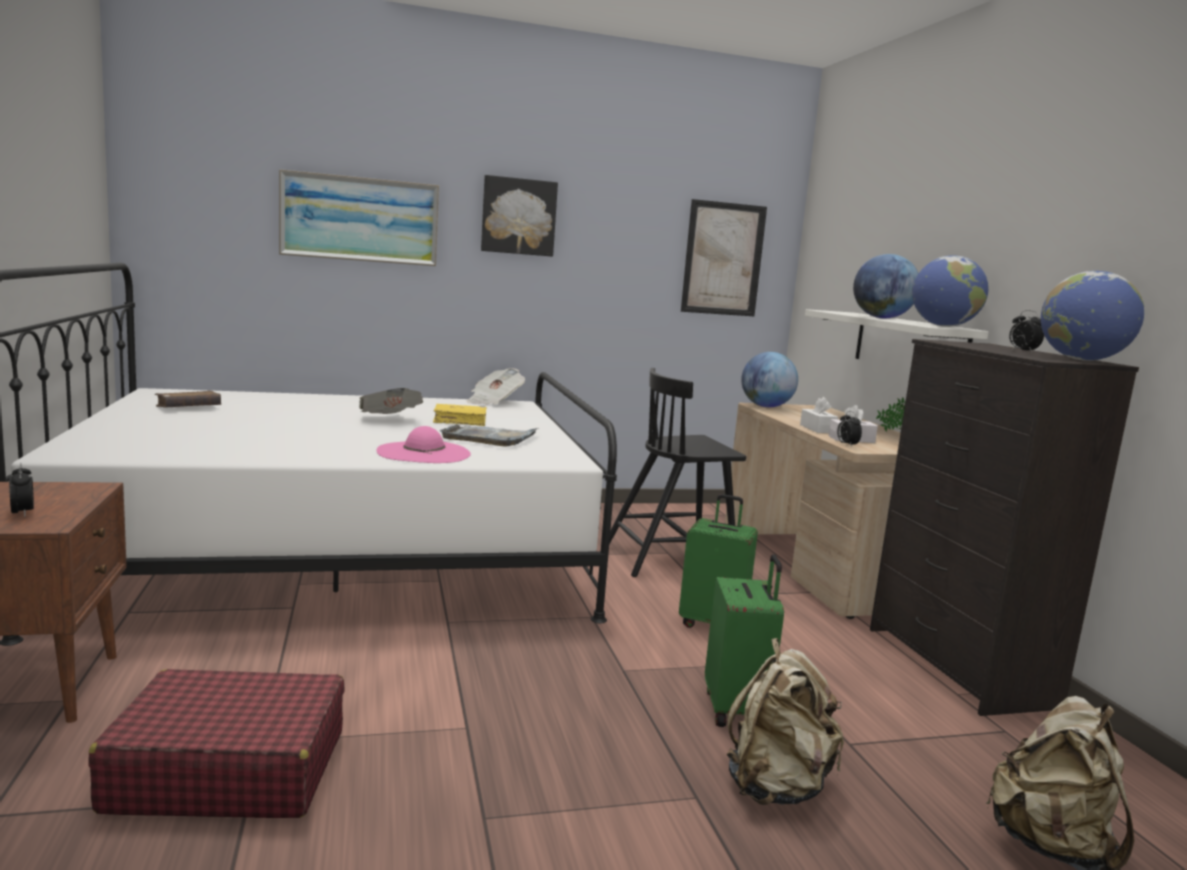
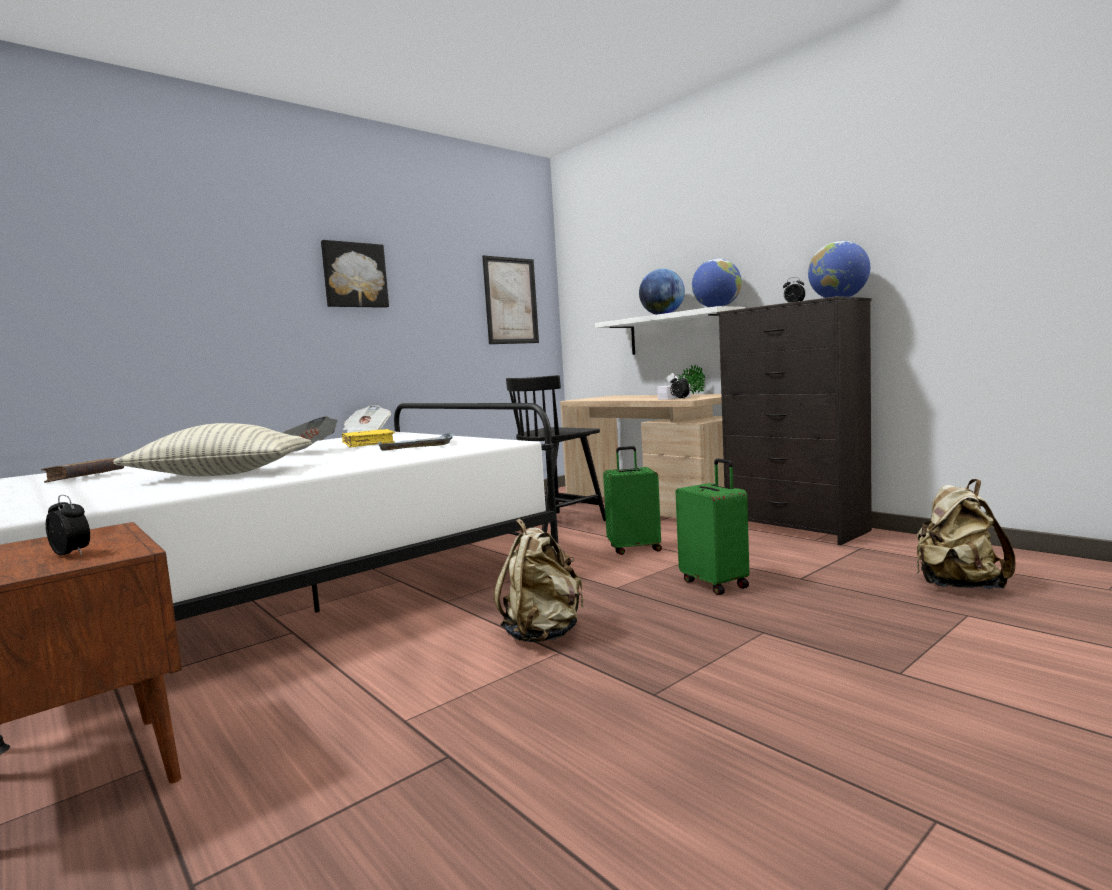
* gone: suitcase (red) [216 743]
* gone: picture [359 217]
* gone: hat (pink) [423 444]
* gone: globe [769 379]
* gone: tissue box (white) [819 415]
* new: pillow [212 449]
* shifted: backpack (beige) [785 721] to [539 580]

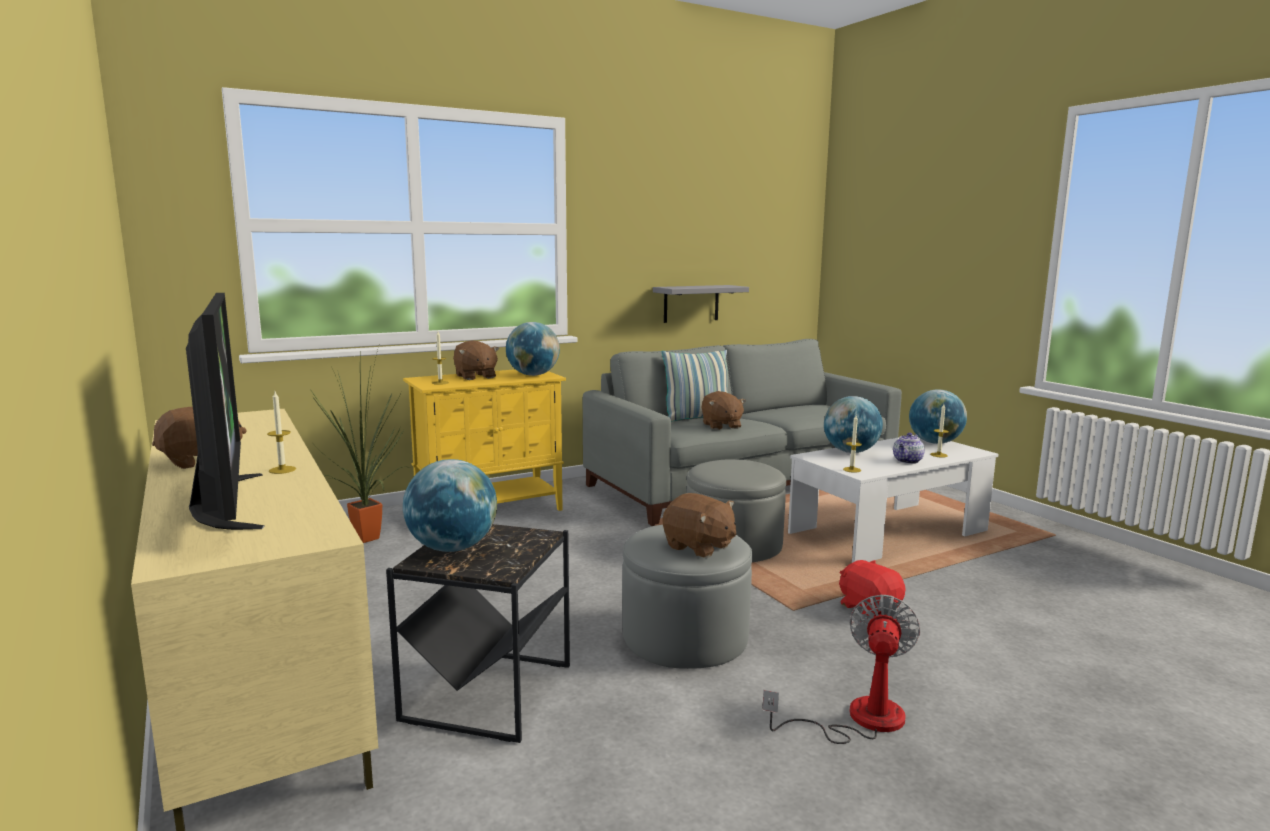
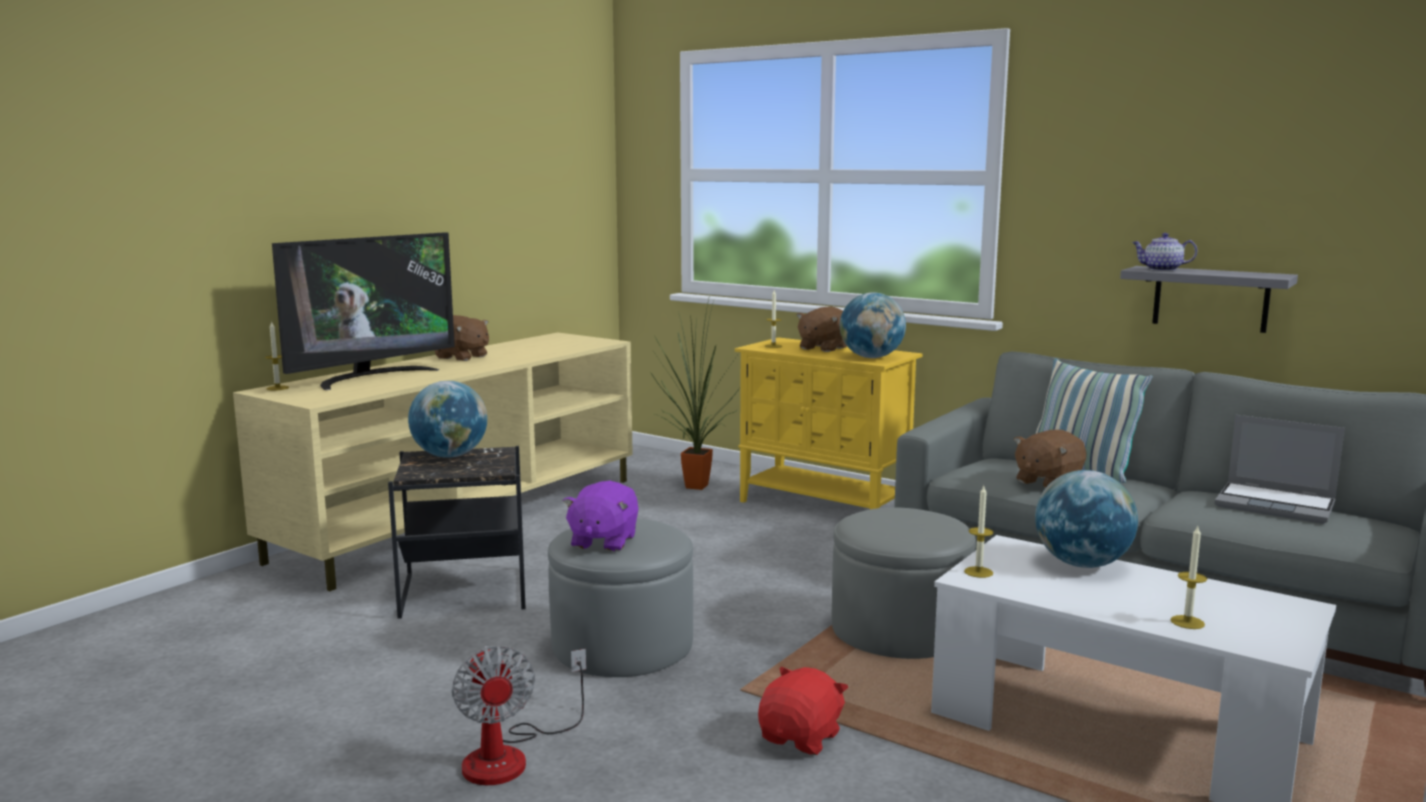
* gone: globe [938 417]
* new: laptop [1280 469]
* shifted: candle [281 433] to [277 356]
* shifted: teapot [909 448] to [1164 252]
* repainted: plush toy (brown) [699 525] to plush toy (purple) [601 516]
* rotated: fan [841 669] = [519 715] 75 degrees clockwise

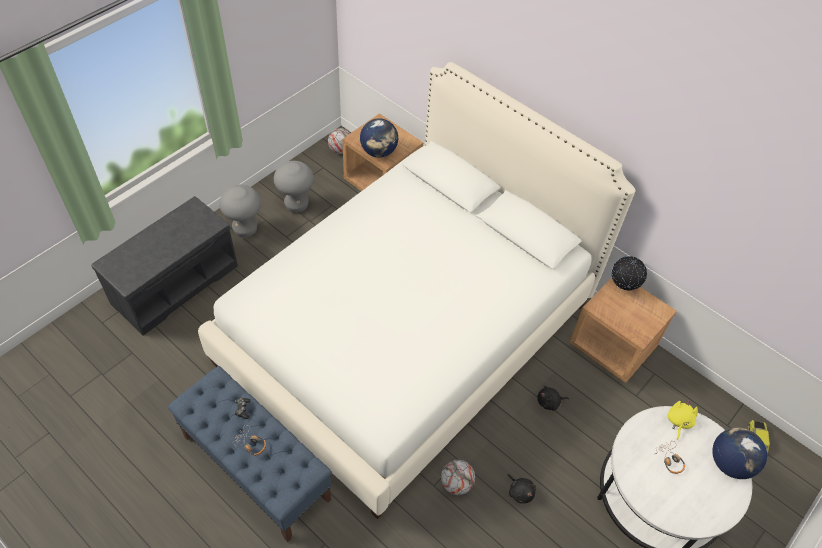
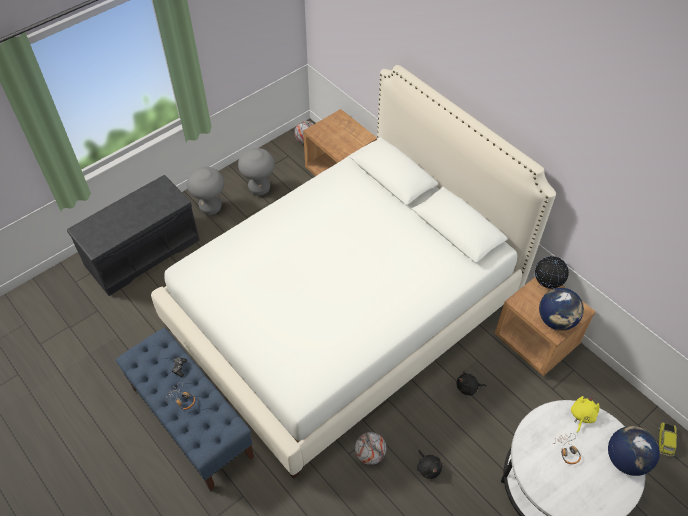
* shifted: globe [379 138] to [561 309]

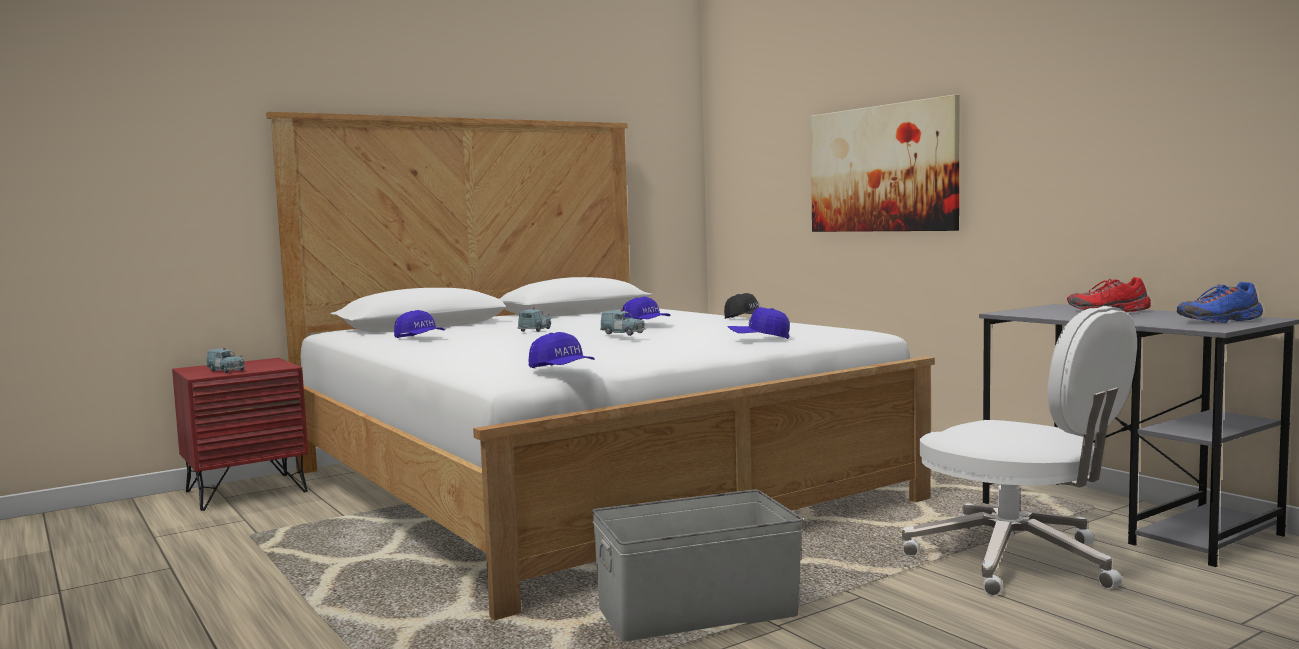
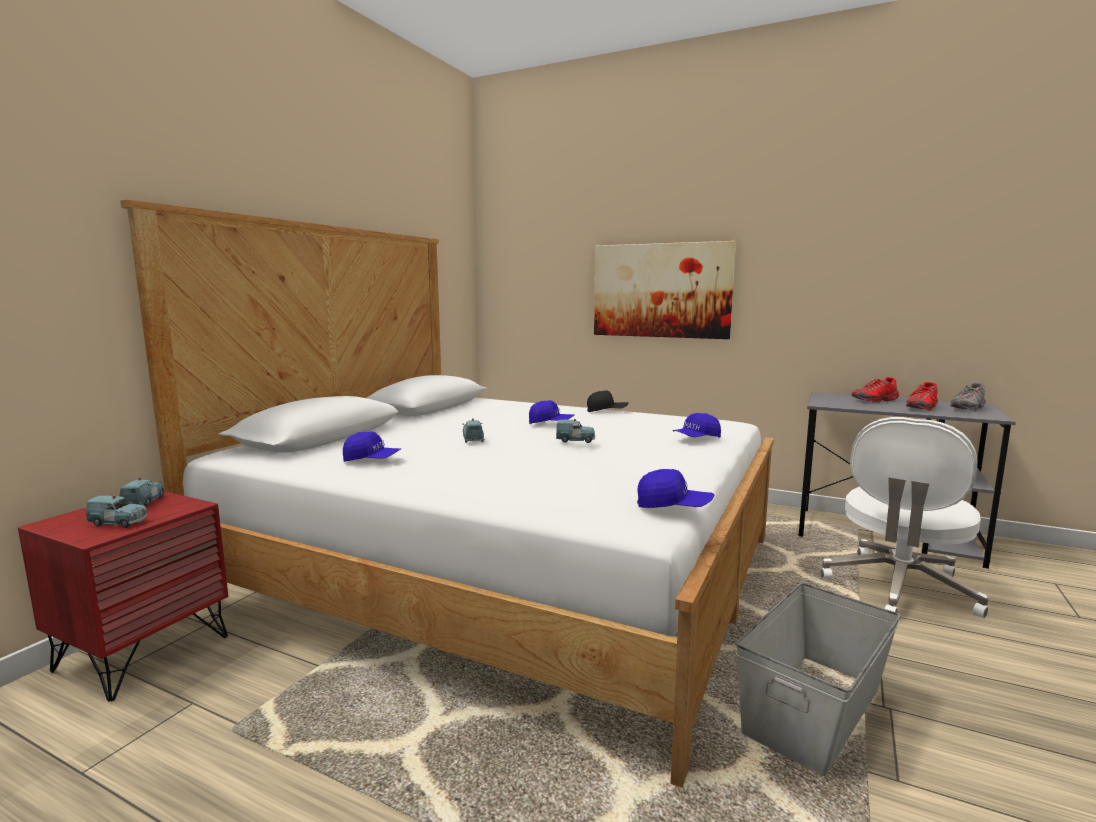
* new: toy car (blue) [141 492]
* new: shoe (red) [922 396]
* repainted: shoe (blue) [1220 302] to shoe (grey) [968 396]
* rotated: office chair (white) [1019 451] = [904 517] 105 degrees clockwise

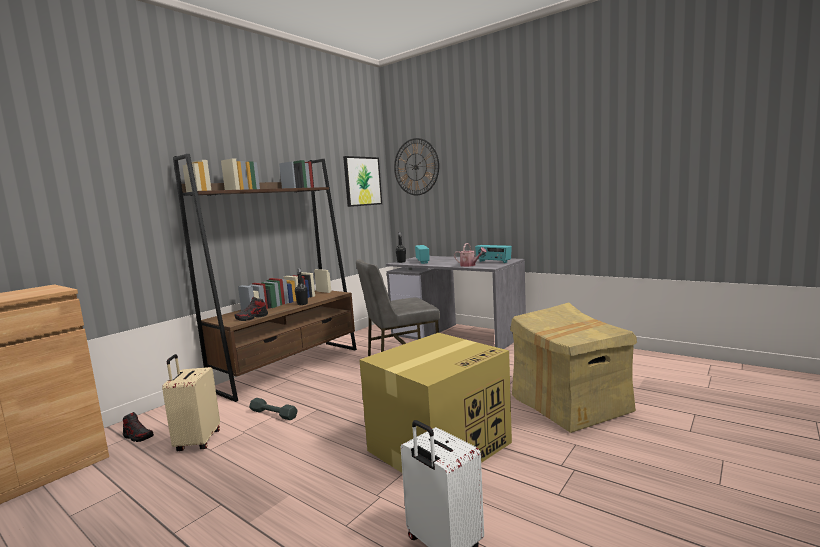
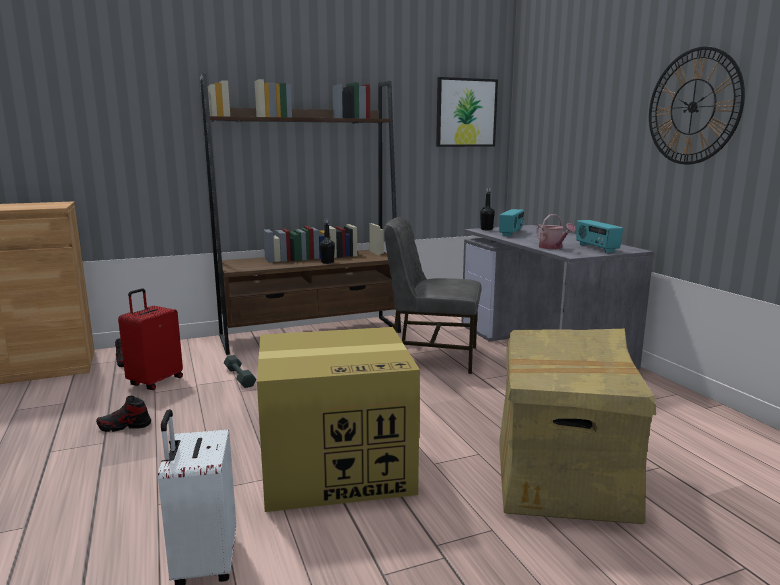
* shifted: shoe [251 309] to [123 413]
* shifted: wall clock [416 166] to [697 105]
* repainted: suitcase (beige) [191 402] to suitcase (red) [150 339]

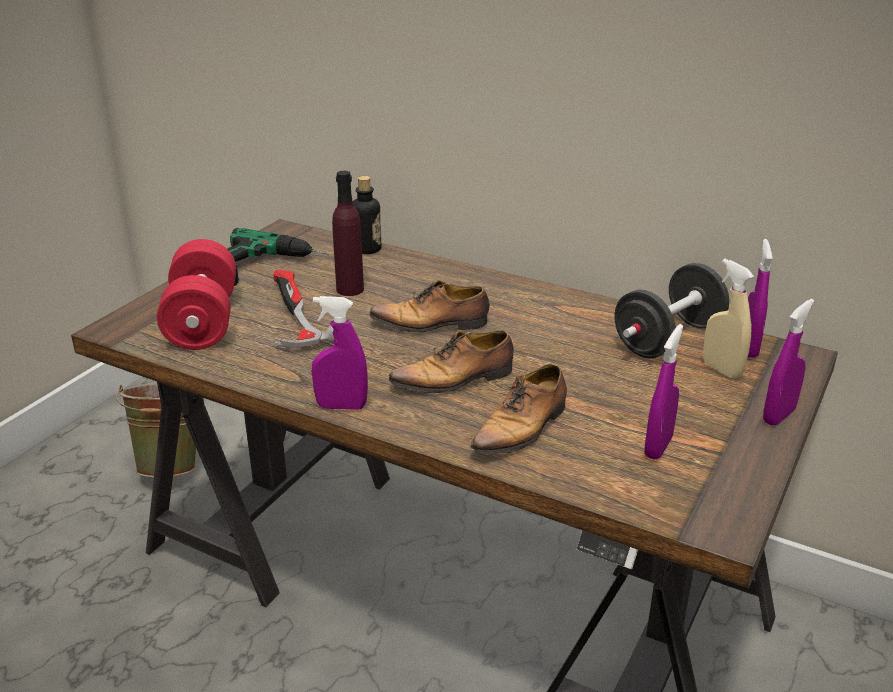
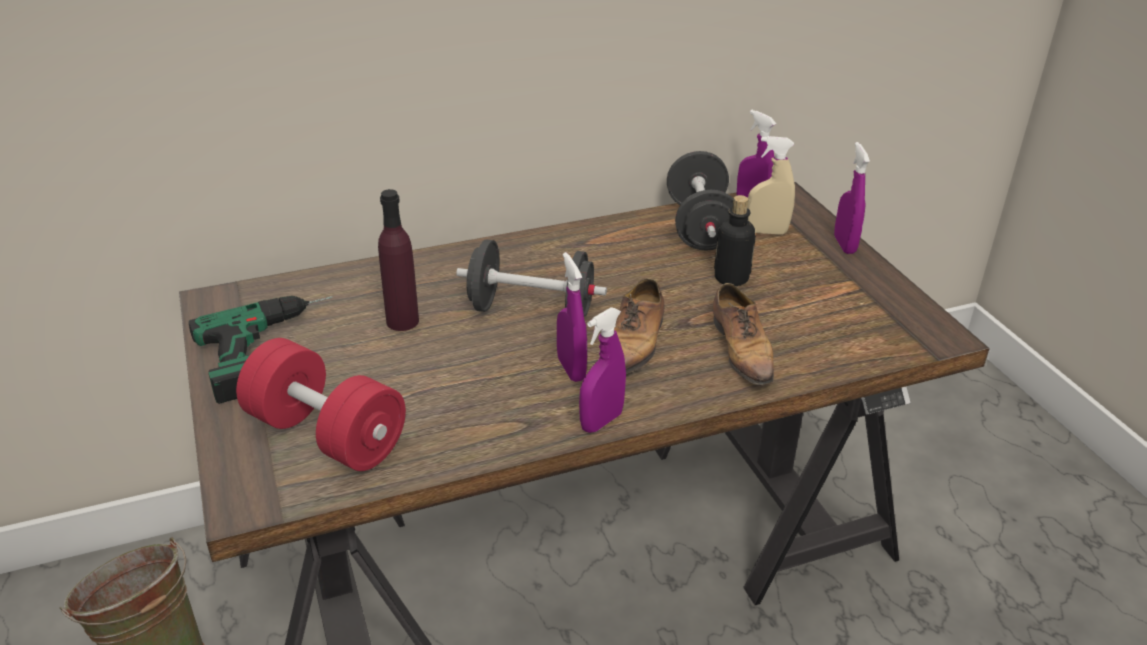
* gone: hammer [303 309]
* shifted: bottle [367 215] to [735 240]
* shifted: spray bottle (purple) [664 392] to [572 317]
* swapped: shoe [429 306] to dumbbell (black) [531 278]

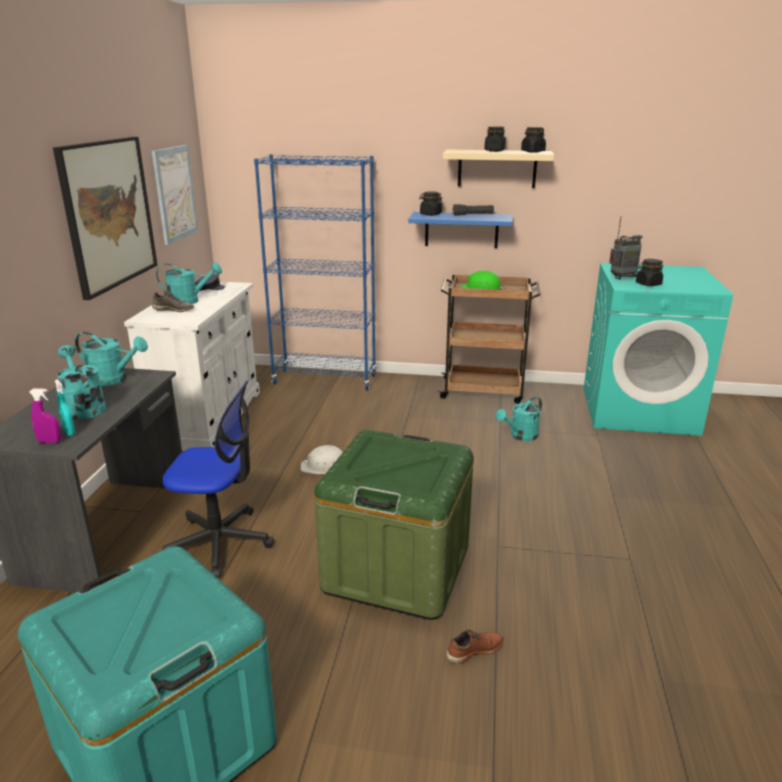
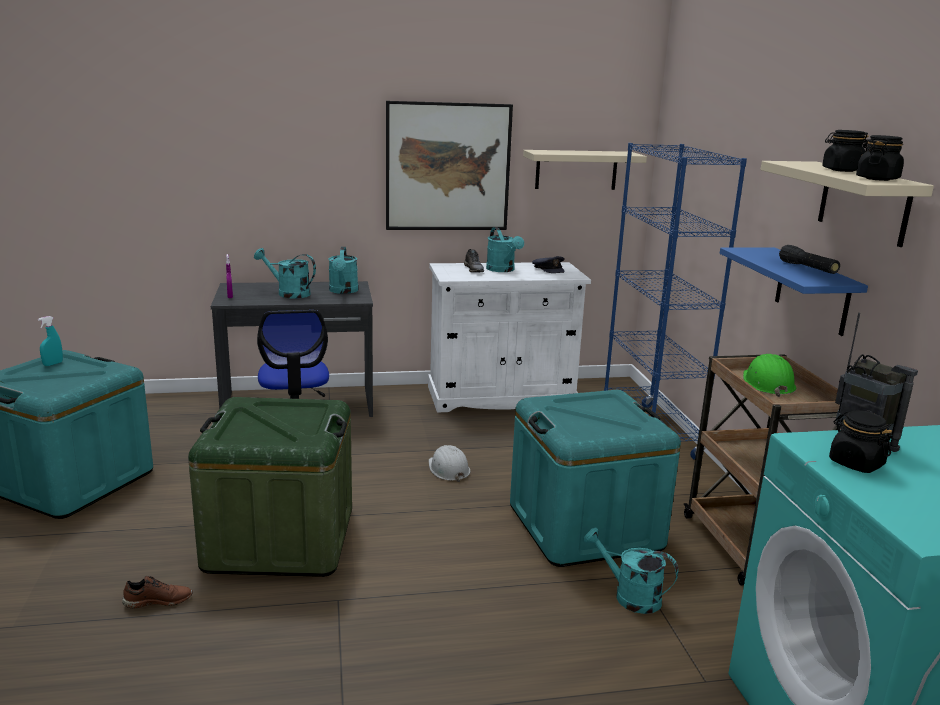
* gone: jar (black) [431 203]
* new: storage box (turquoise) [595 478]
* shifted: spray bottle (turquoise) [65 407] to [50 341]
* swapped: picture [175 195] to shelf (beige) [585 170]
* rotated: watering can (turquoise) [81 382] = [285 273] 105 degrees counterclockwise
* rotated: shoe (brown) [475 647] = [157 592] 60 degrees counterclockwise

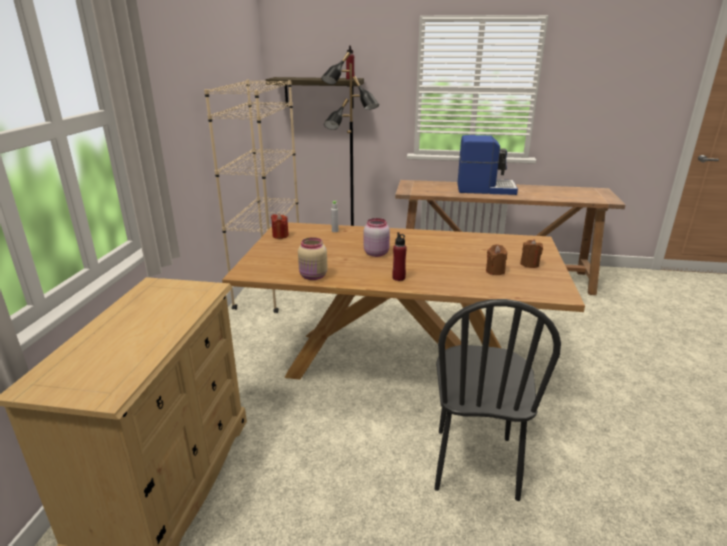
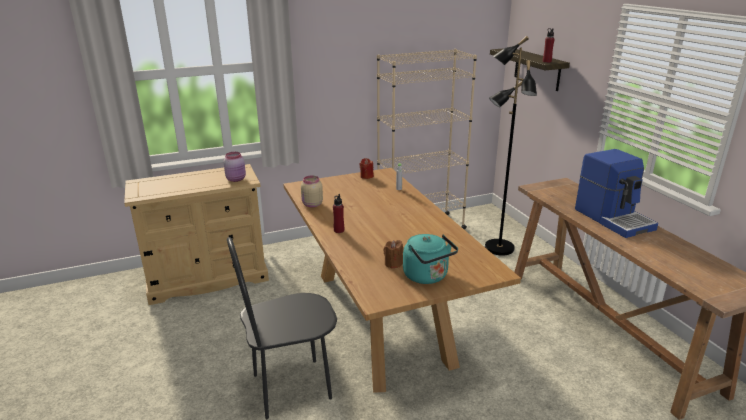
* shifted: jar (pink) [377 237] to [234 167]
* swapped: candle (brown) [531 254] to kettle (turquoise) [430 259]

